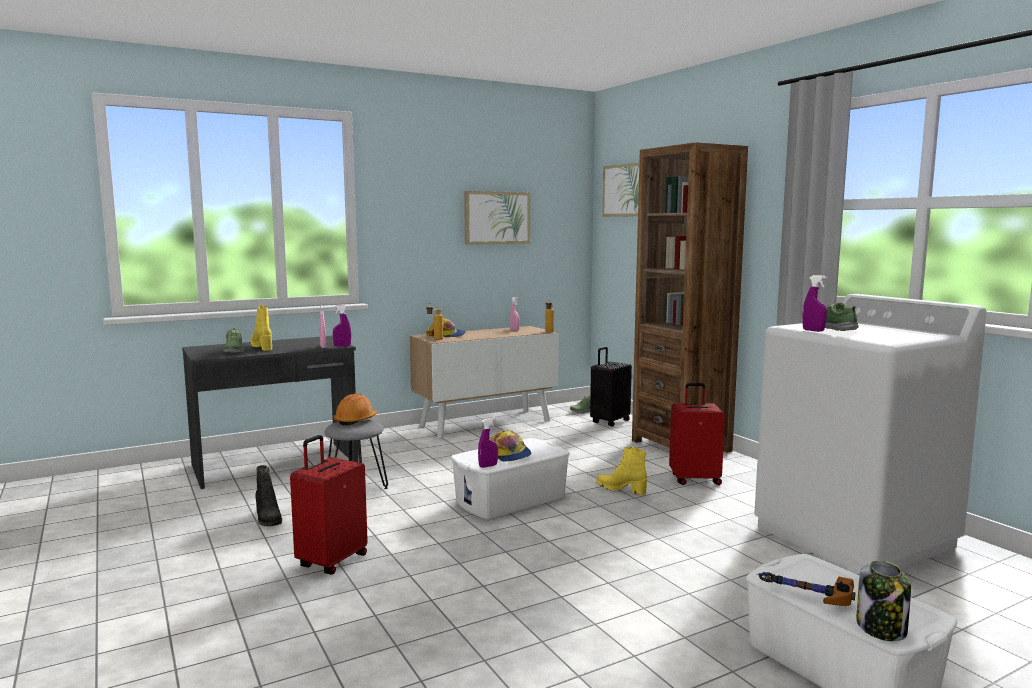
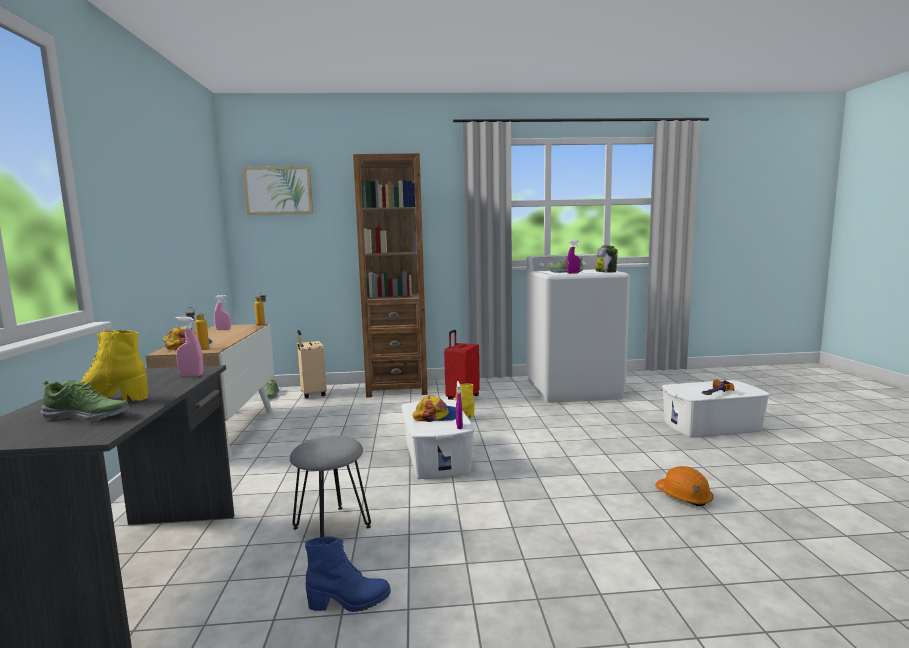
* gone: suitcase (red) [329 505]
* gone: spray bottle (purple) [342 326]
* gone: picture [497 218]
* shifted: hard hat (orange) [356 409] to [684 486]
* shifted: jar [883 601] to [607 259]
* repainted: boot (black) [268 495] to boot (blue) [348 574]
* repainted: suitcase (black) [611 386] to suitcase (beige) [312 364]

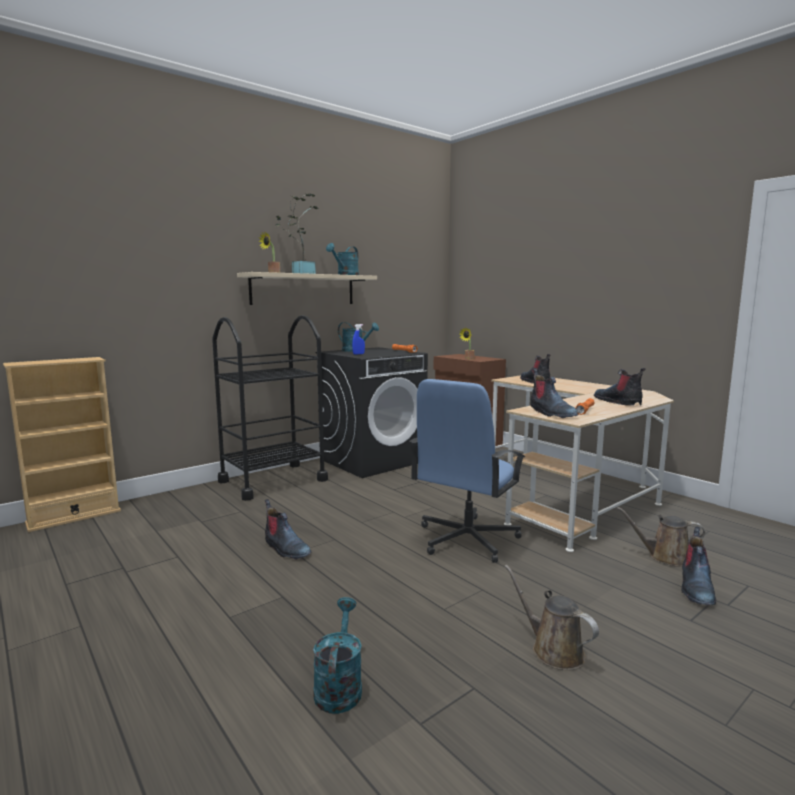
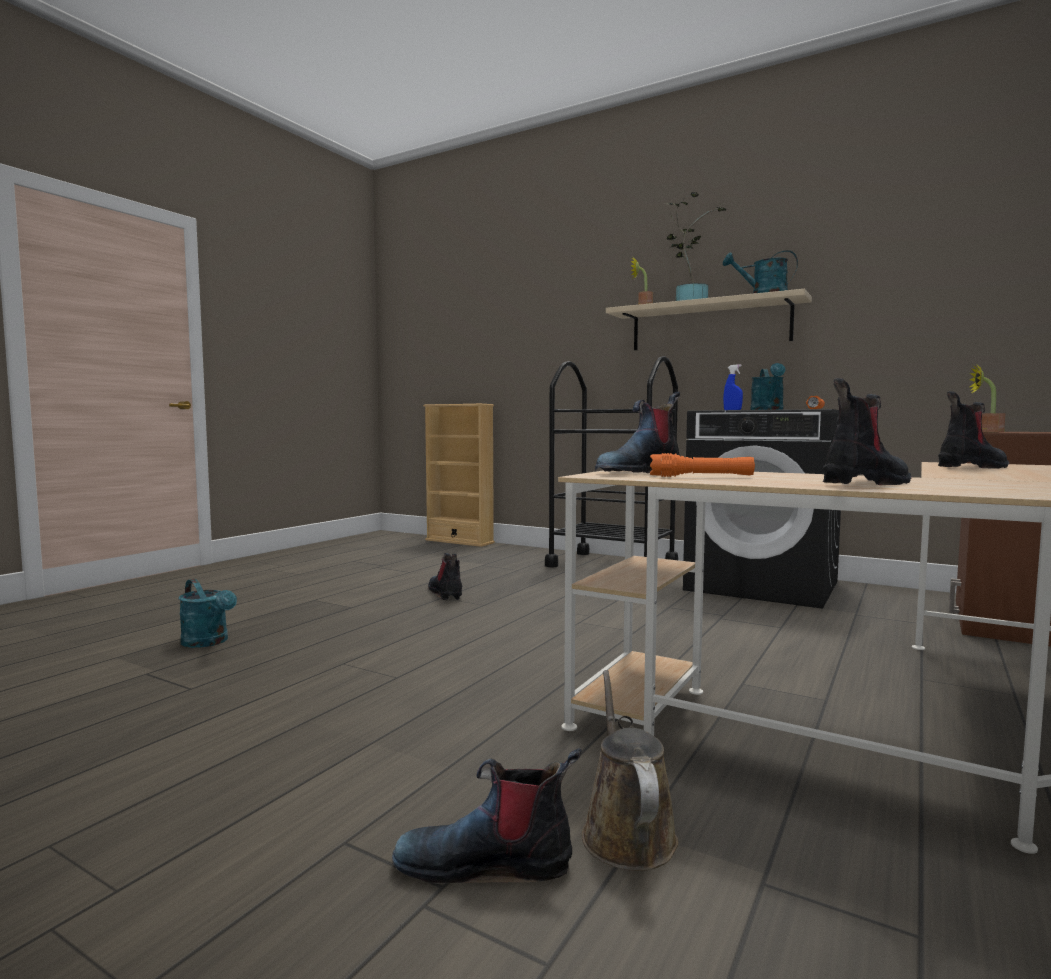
* gone: office chair (blue) [467 471]
* gone: watering can (brown) [551 617]
* rotated: boot [288 529] = [445 576] 135 degrees clockwise
* rotated: watering can (turquoise) [337 655] = [208 613] 60 degrees clockwise

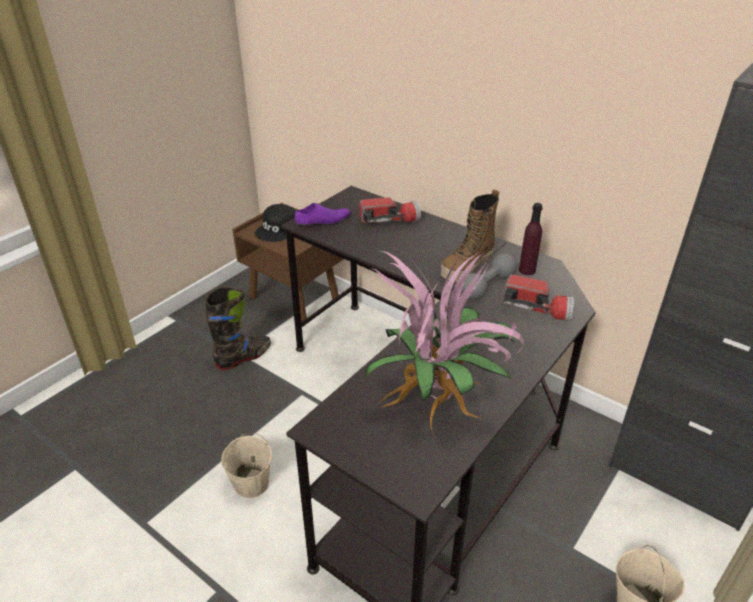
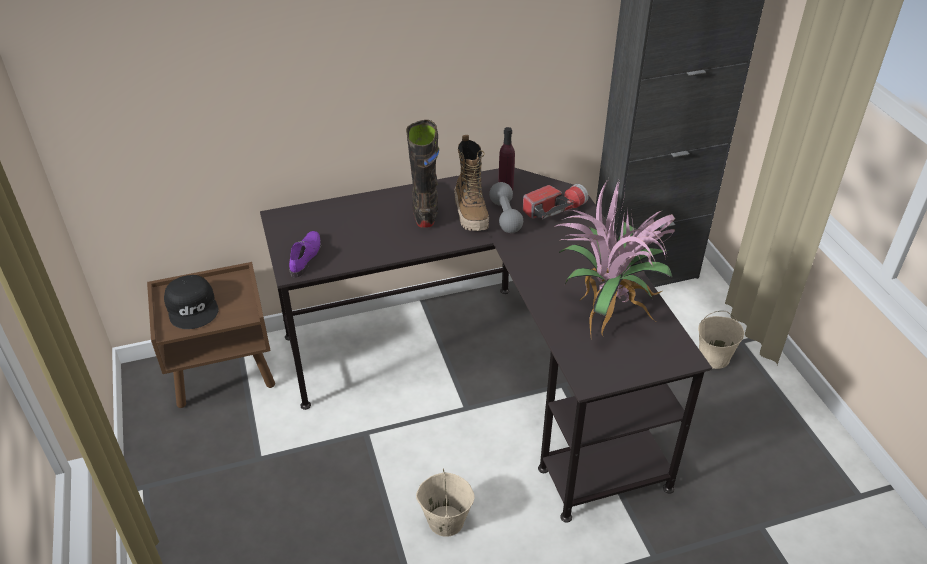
* gone: flashlight [390 210]
* shifted: boot (black) [238 328] to [422 174]

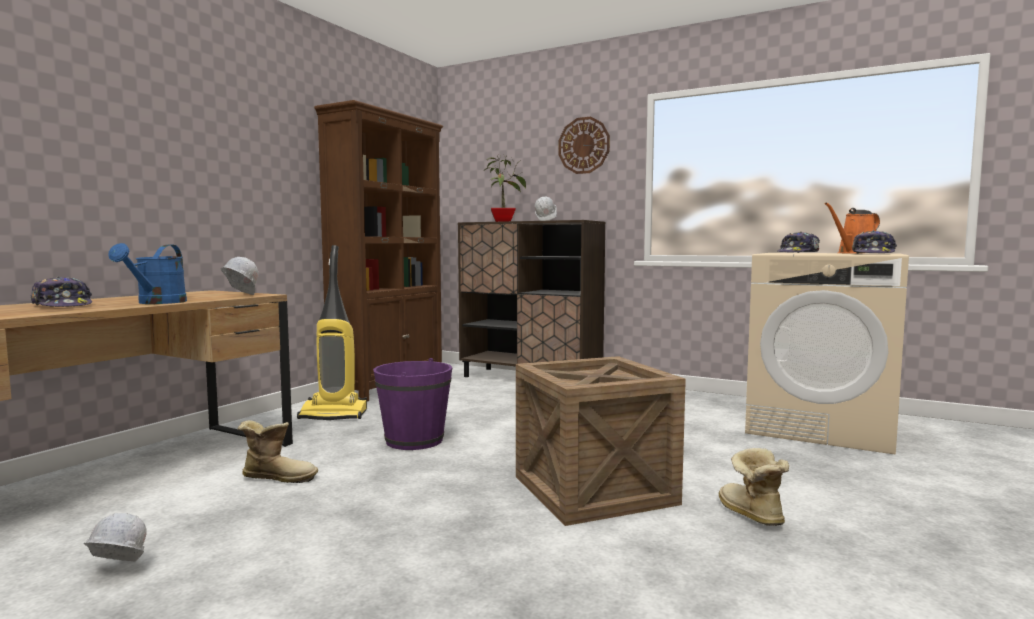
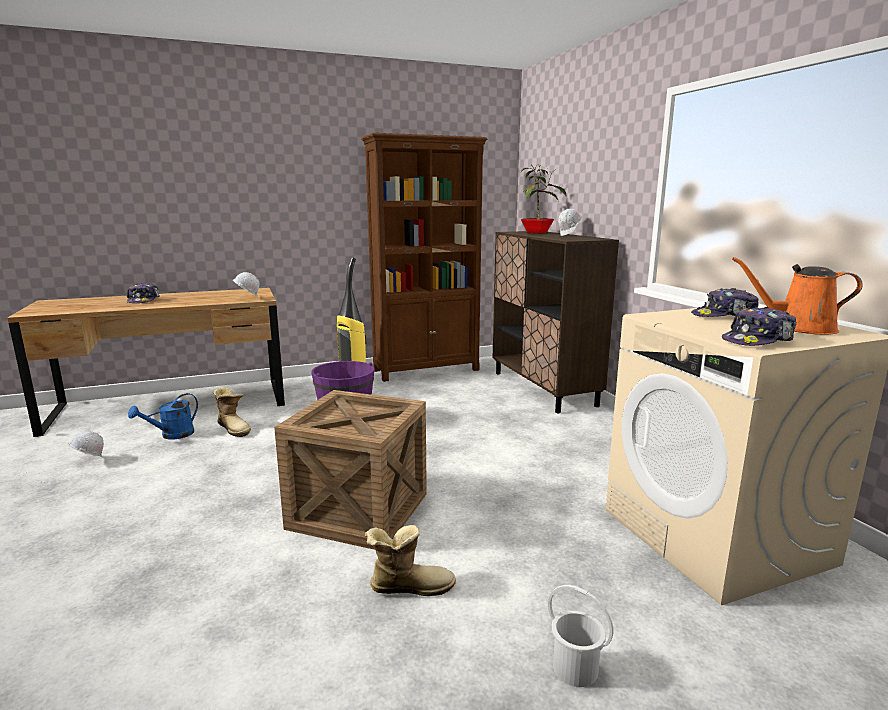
* gone: wall clock [584 145]
* new: bucket (white) [580 636]
* shifted: watering can (blue) [147 273] to [163 416]
* rotated: boot [754 487] = [410 560] 60 degrees clockwise

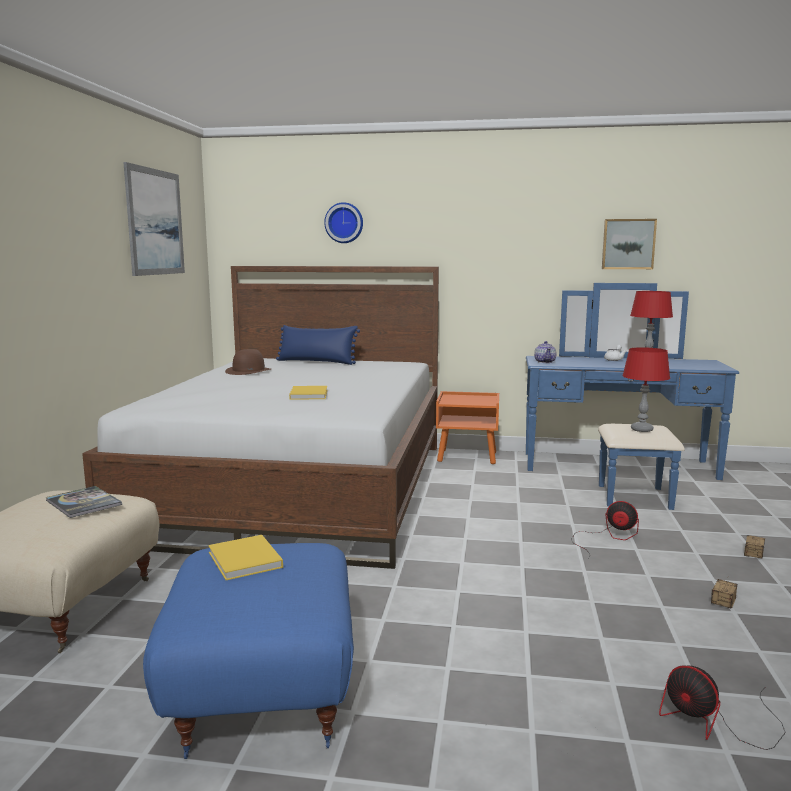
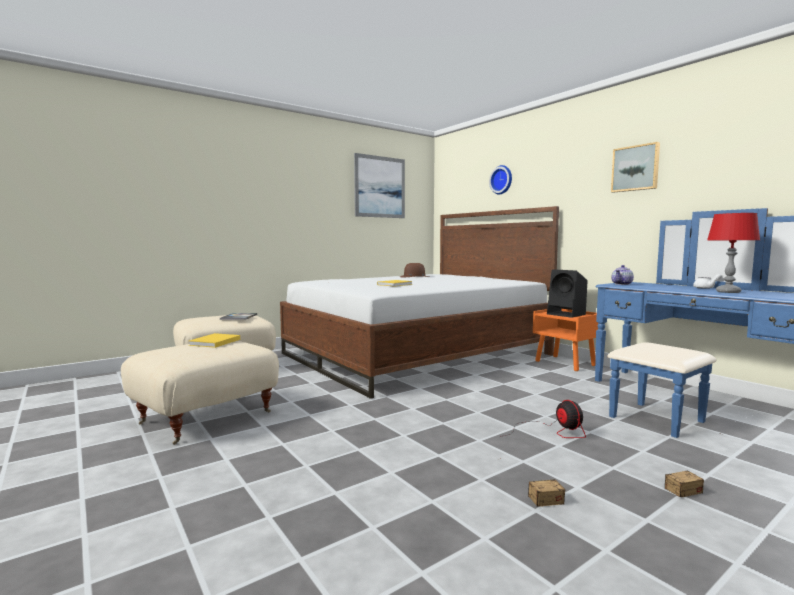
* gone: pillow (blue) [318 345]
* gone: table lamp (red) [646 389]
* gone: fan [722 707]
* new: speaker (black) [567 293]
* shifted: picture [629 244] to [635 167]
* repainted: ottoman (blue) [248 651] to ottoman (beige) [200 393]

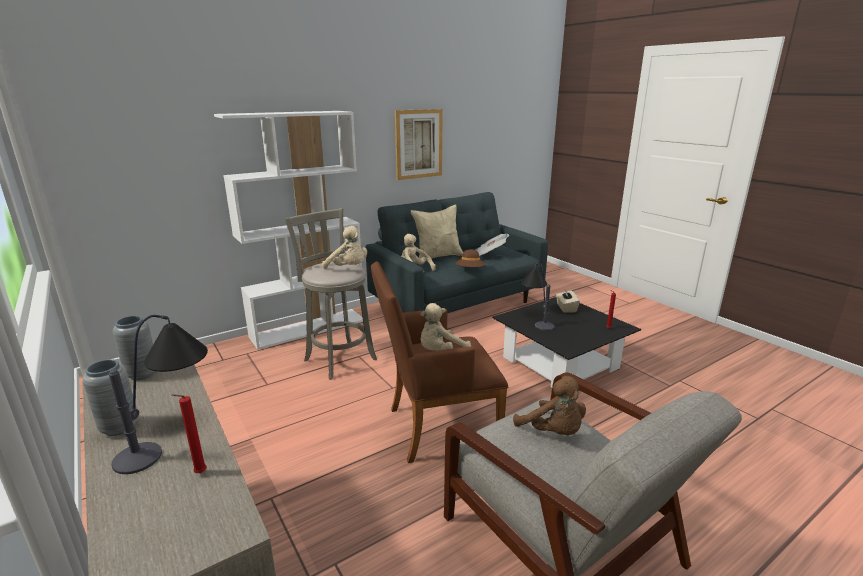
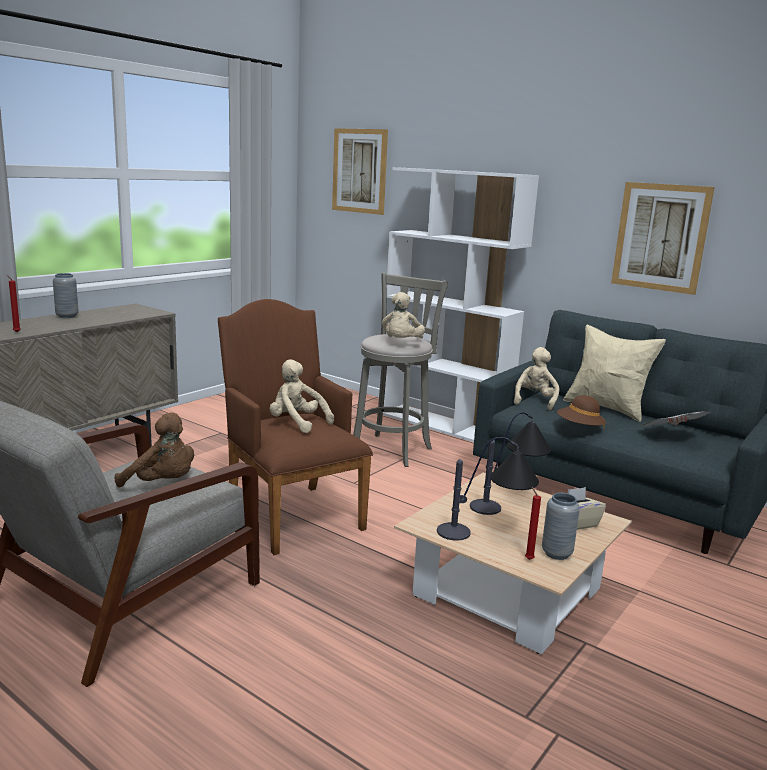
* new: picture [360 171]
* shifted: table lamp [158 394] to [488 489]
* shifted: vase (grey) [134 348] to [561 526]
* repainted: coffee table (black) [566 342] to coffee table (beige) [513 563]
* rotated: plush toy (brown) [549 405] = [154 450] 105 degrees counterclockwise

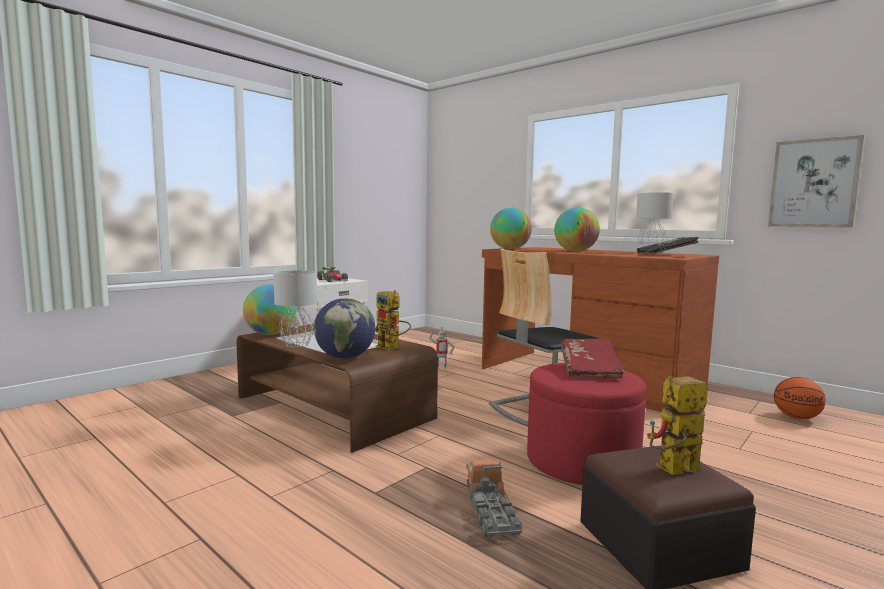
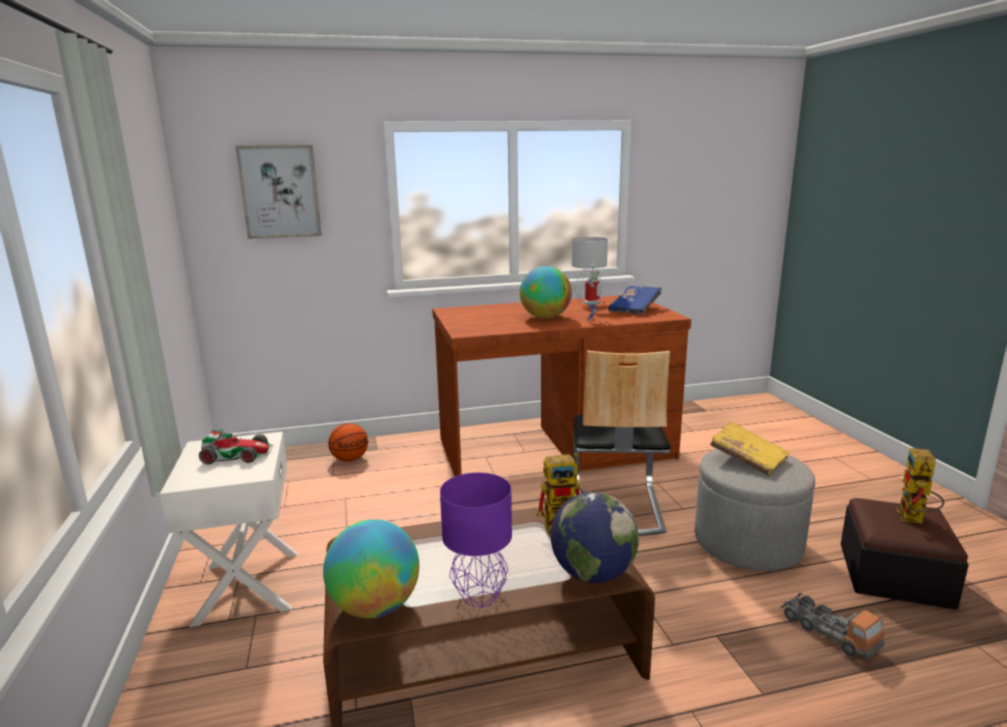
* gone: globe [511 228]
* shifted: toy robot [442 348] to [593 293]
* shifted: picture [816 181] to [278 192]
* shifted: basketball [800 398] to [348 442]
* repainted: table lamp (grey) [295 309] to table lamp (purple) [476 540]
* repainted: ottoman (red) [586 424] to ottoman (grey) [755 510]
* repainted: book (red) [592 358] to book (yellow) [750 448]
* repainted: book (black) [668 246] to book (blue) [635 300]
* rotated: toy truck [494 498] = [833 625] 150 degrees counterclockwise

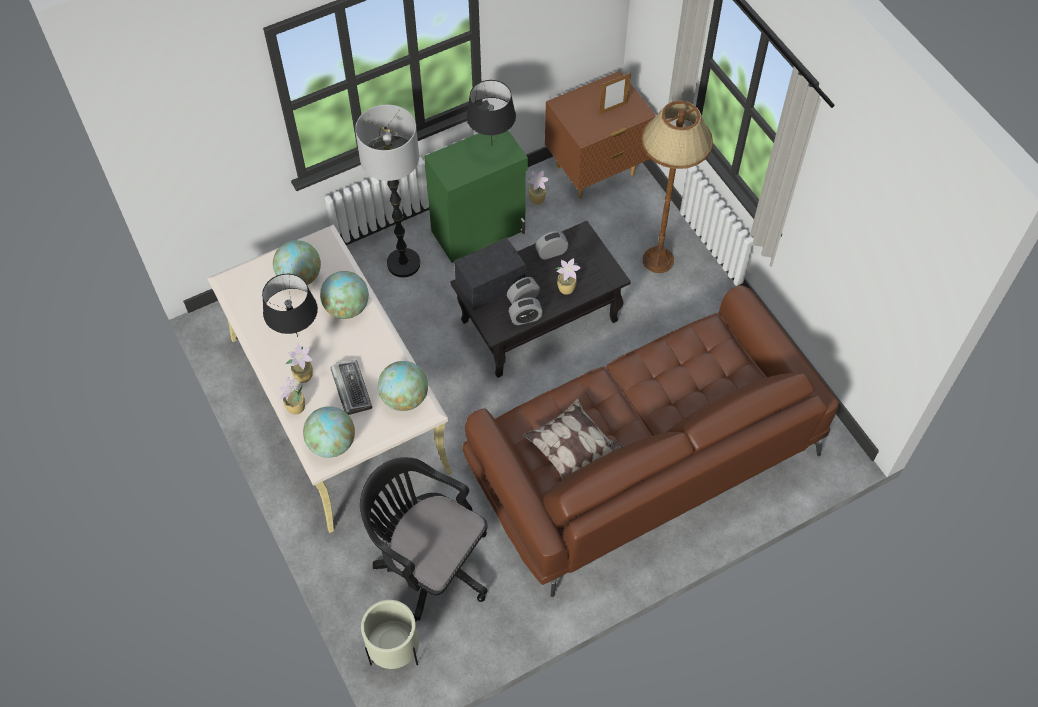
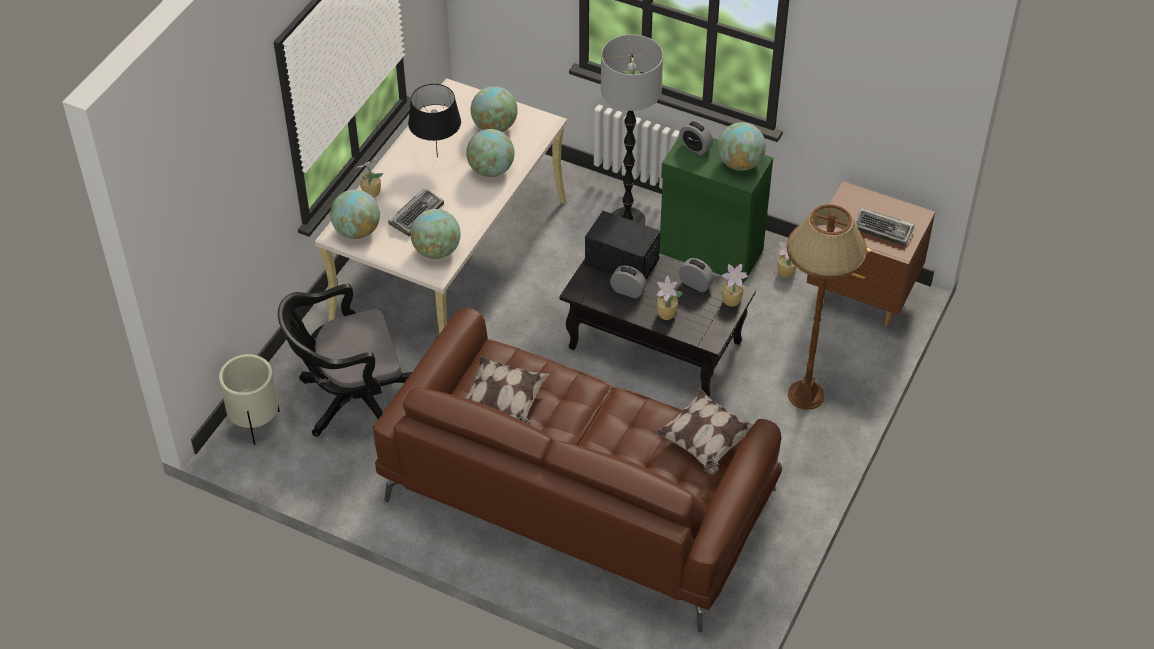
* new: pillow [703 432]
* shifted: potted plant [299 363] to [734 285]
* shifted: alarm clock [526 311] to [696 138]
* swapped: table lamp (black) [491 111] to globe [741 146]
* swapped: picture frame [615 94] to keyboard [885 226]
* rotated: office chair (black) [424 539] = [345 360] 105 degrees counterclockwise

